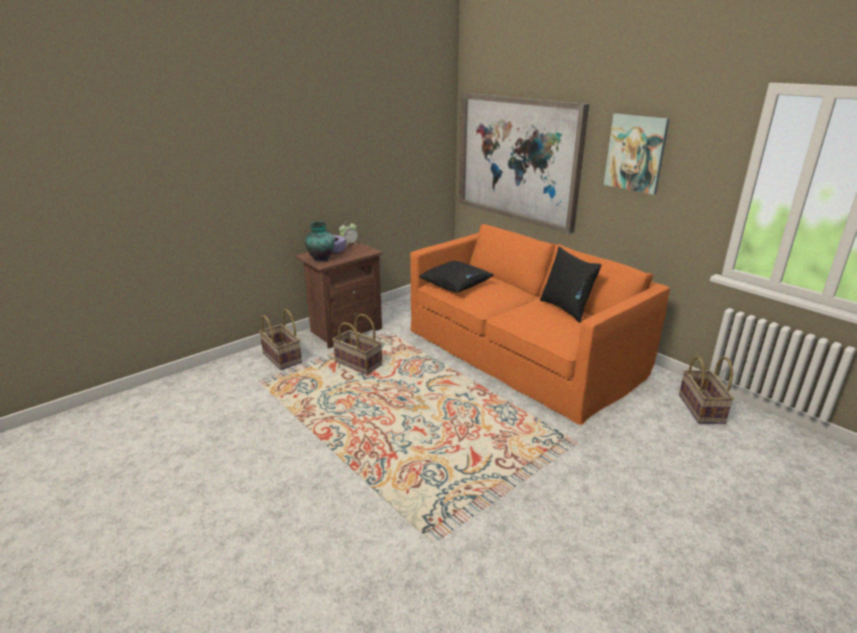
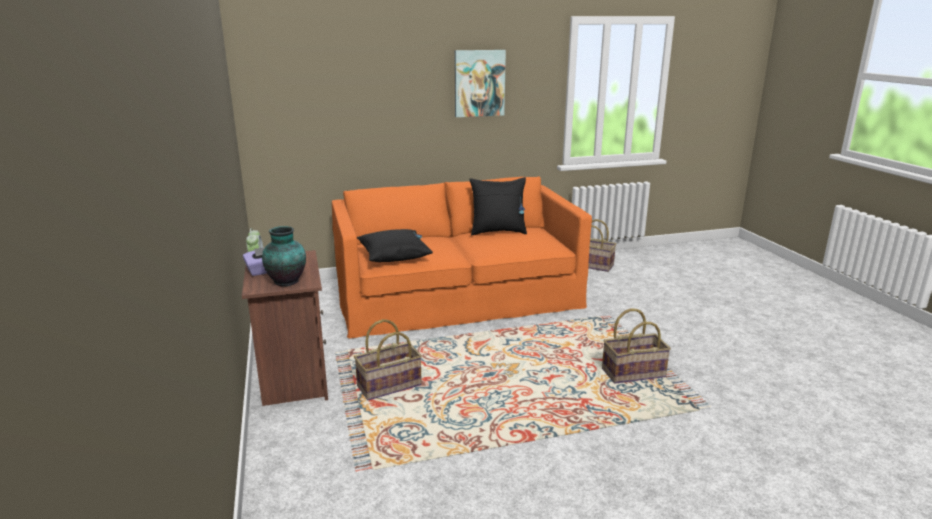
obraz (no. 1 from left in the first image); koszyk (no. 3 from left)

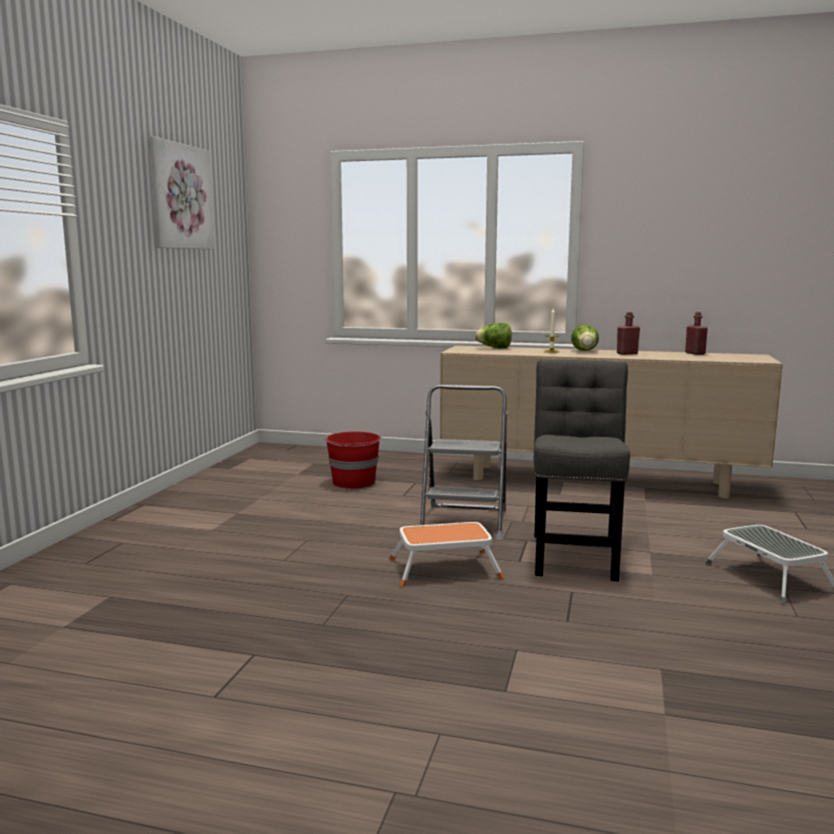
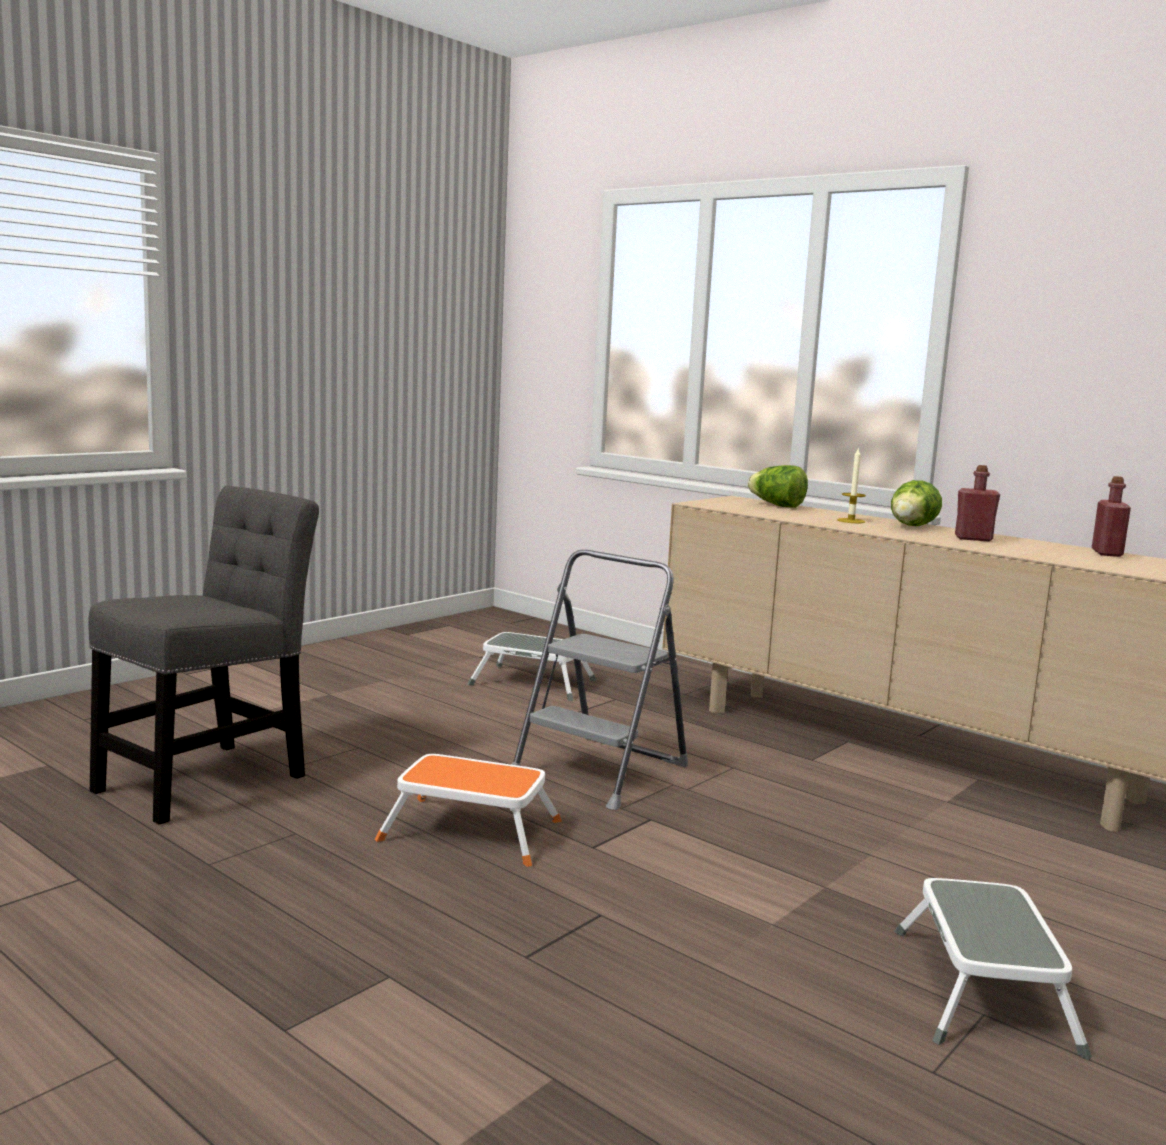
obraz; krzesło/szary; drabinka/szary (no. 1 from left)

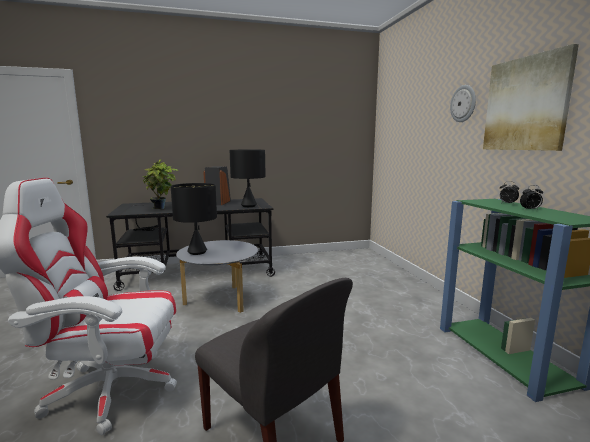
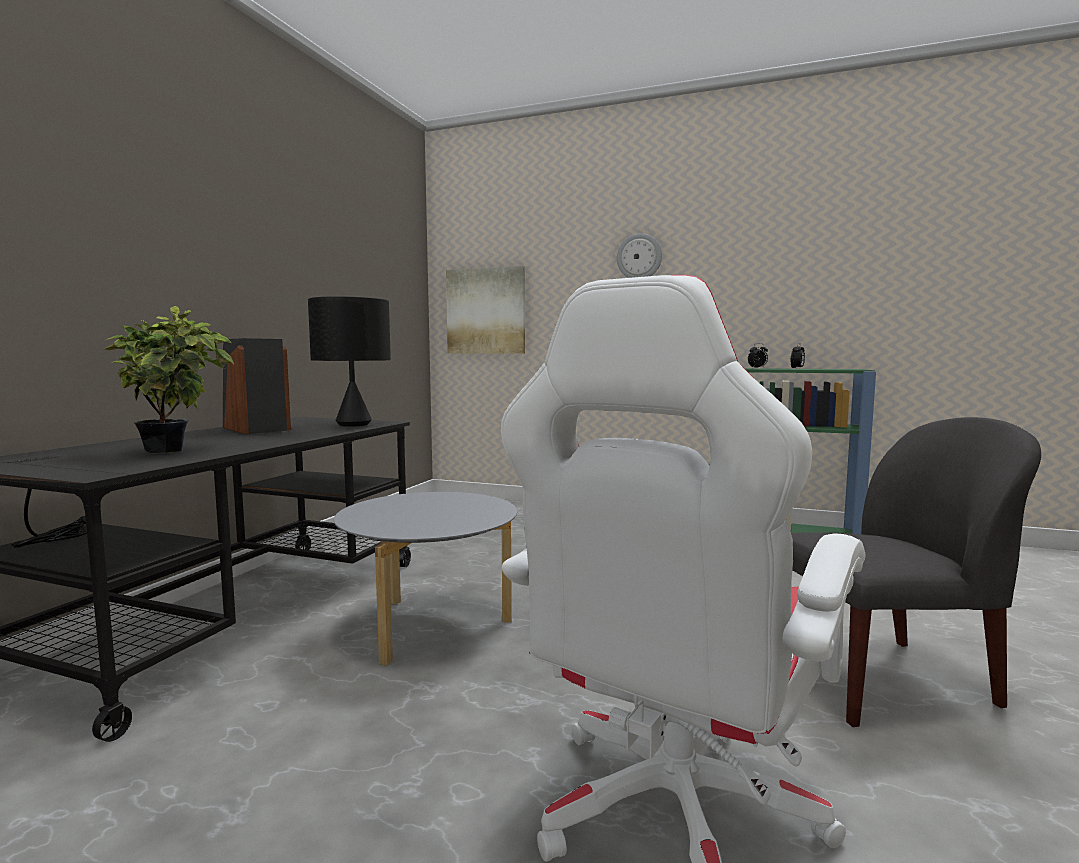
lampa stołowa/czarny (no. 1 from left in the first image); obraz

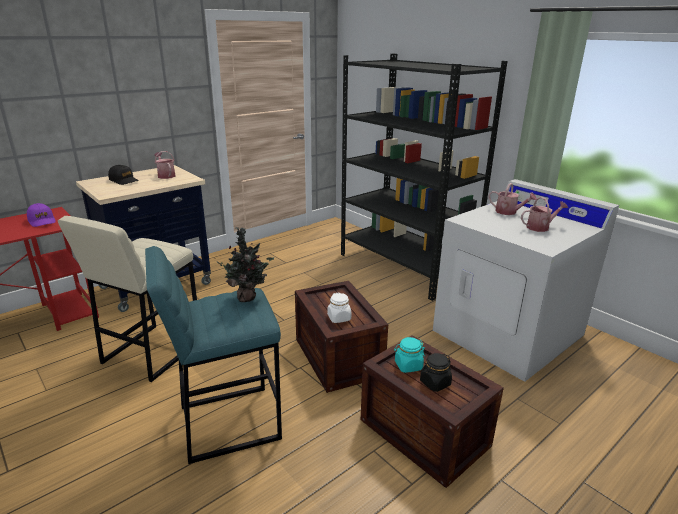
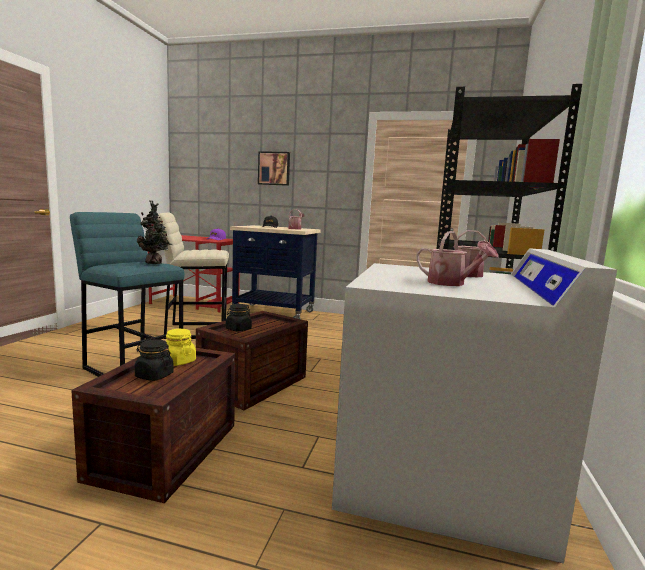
obraz; słoik/czarny (no. 2 from left); słoik/żółty

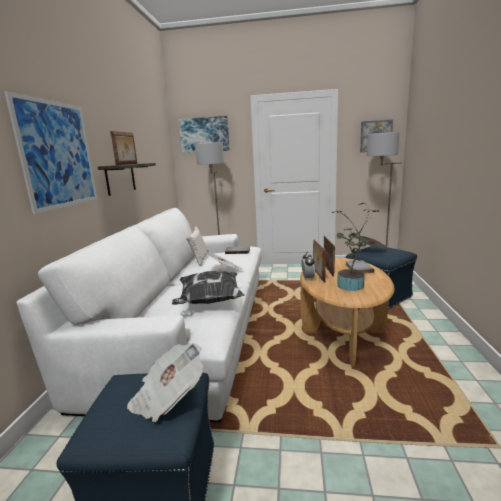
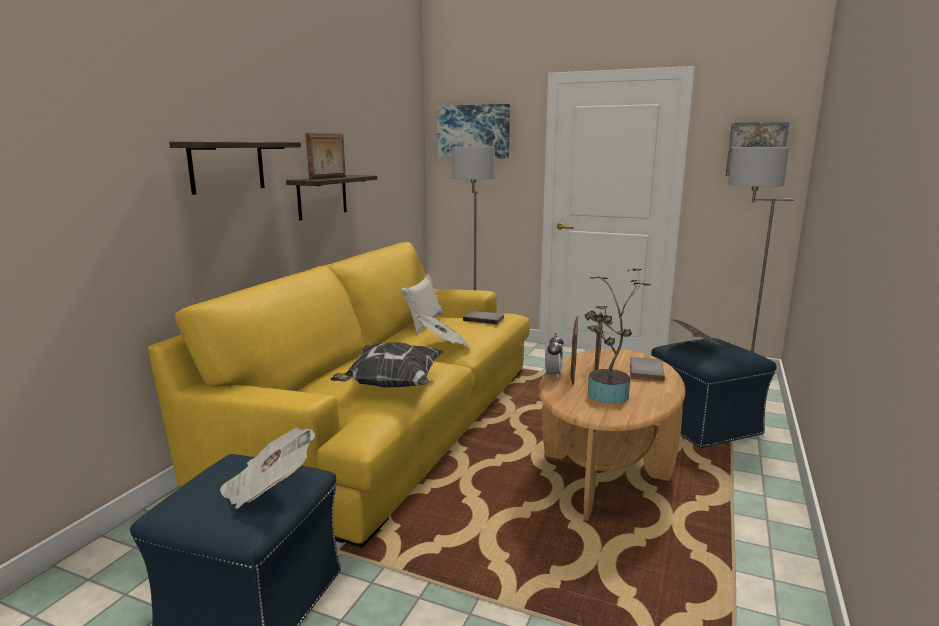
półka (no. 1 from left); kanapa/żółty

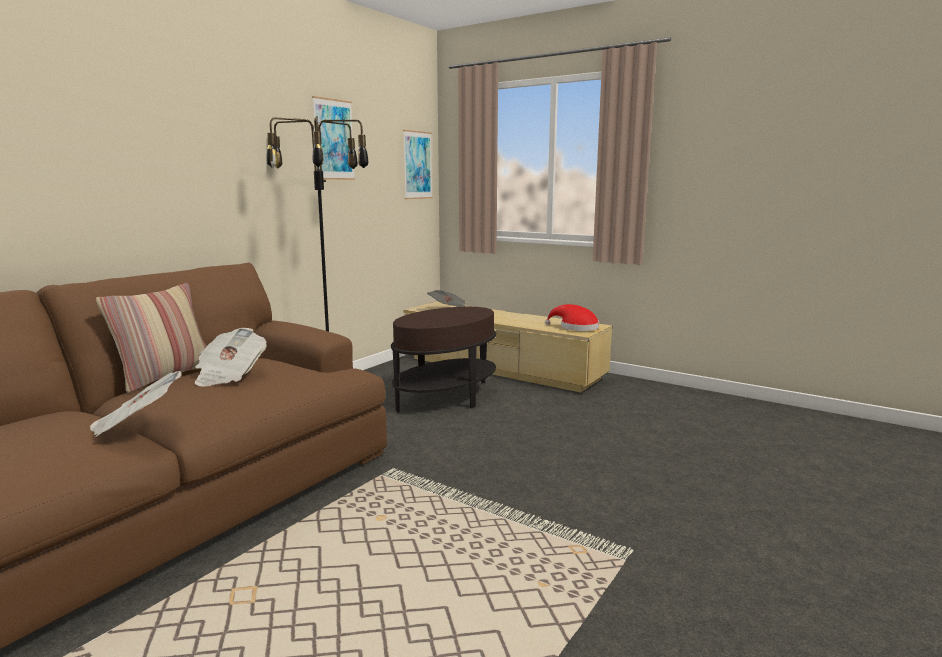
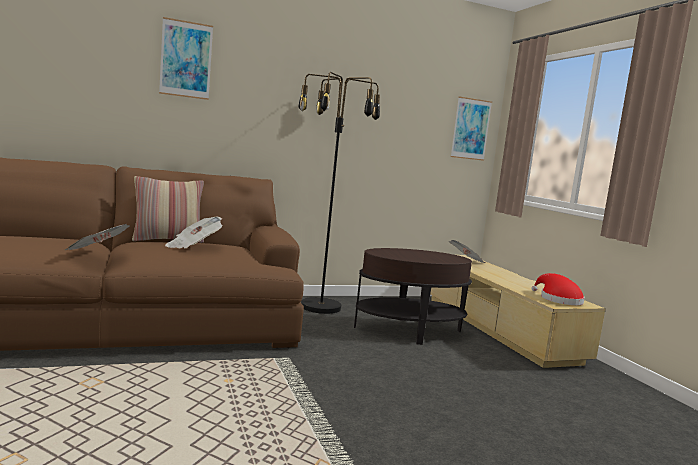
obraz (no. 1 from left)

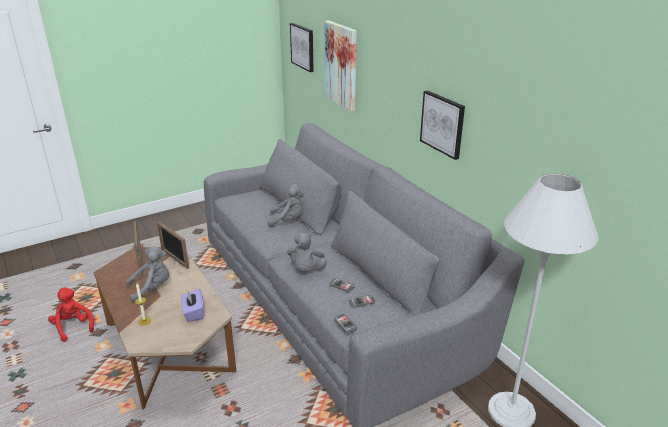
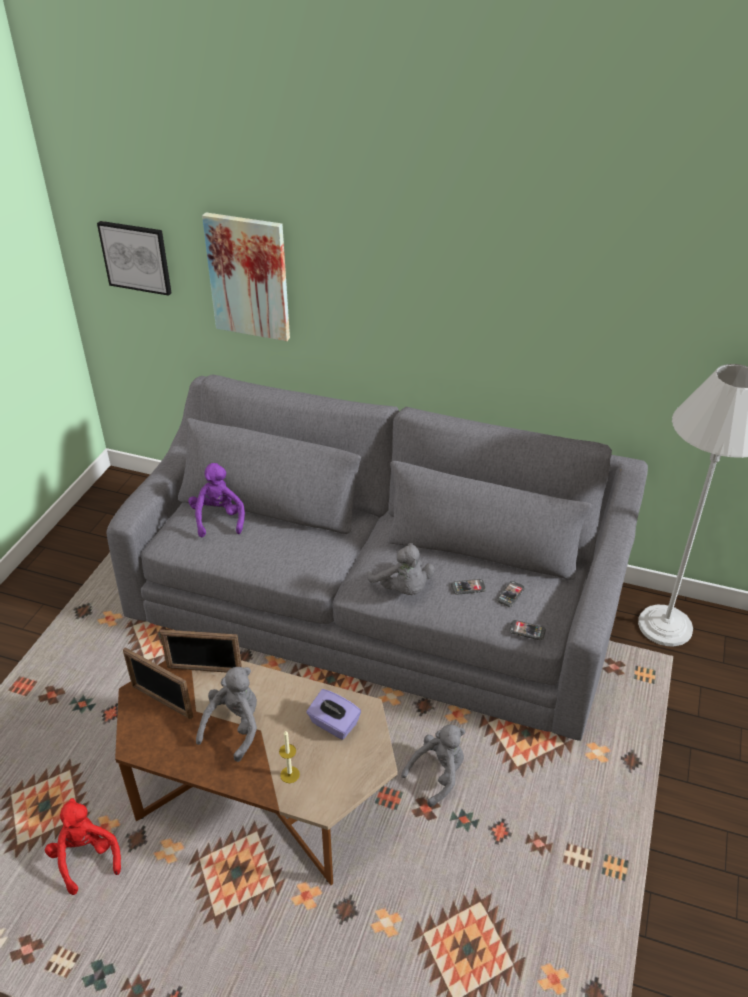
obraz (no. 3 from left in the first image); pluszak/fioletowy; pluszak/szary (no. 3 from left); pluszak/czerwony

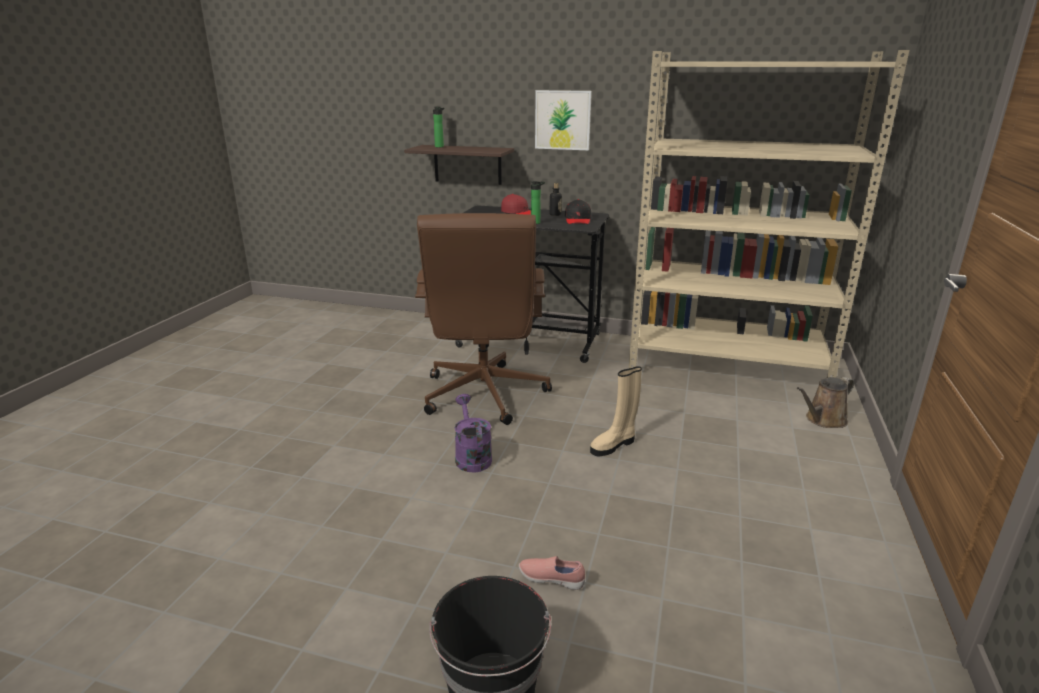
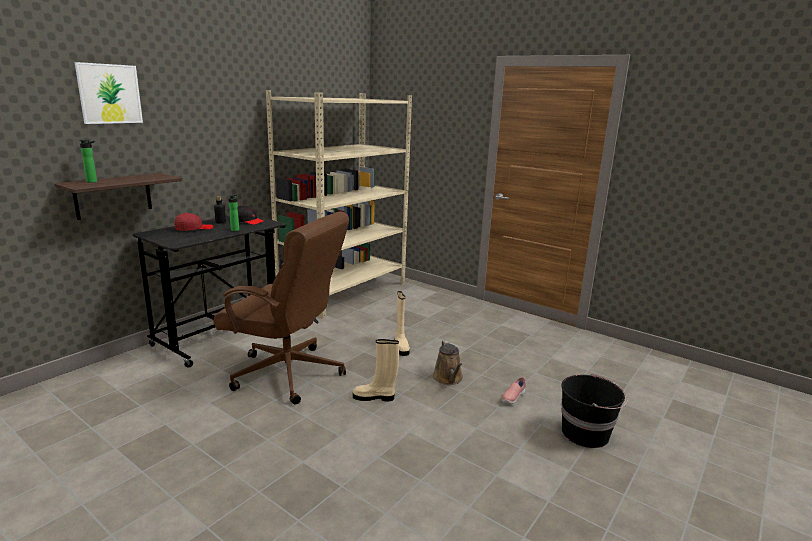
obraz; konewka/brązowy; but z cholewką/beżowy (no. 1 from left)

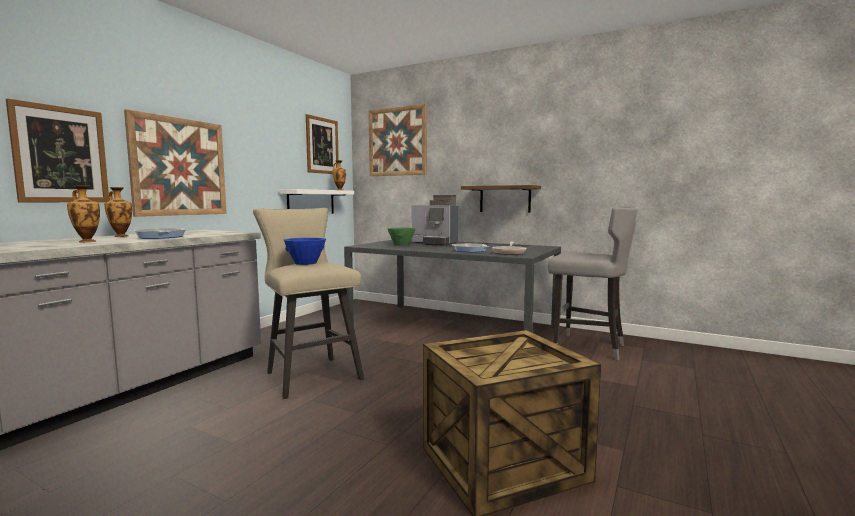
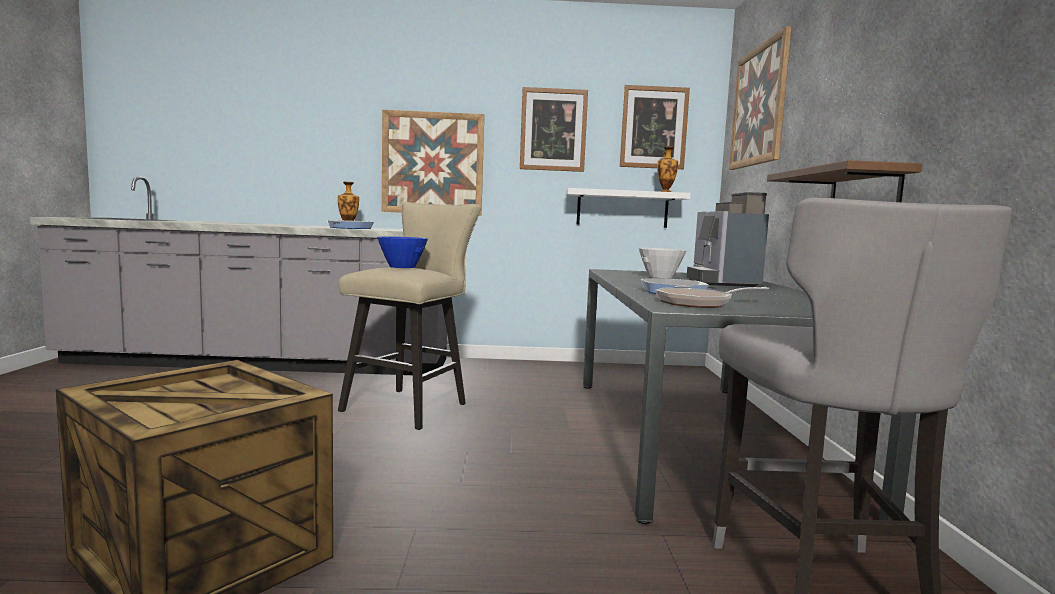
wazon (no. 1 from left in the first image); obraz (no. 2 from left); miska/biały

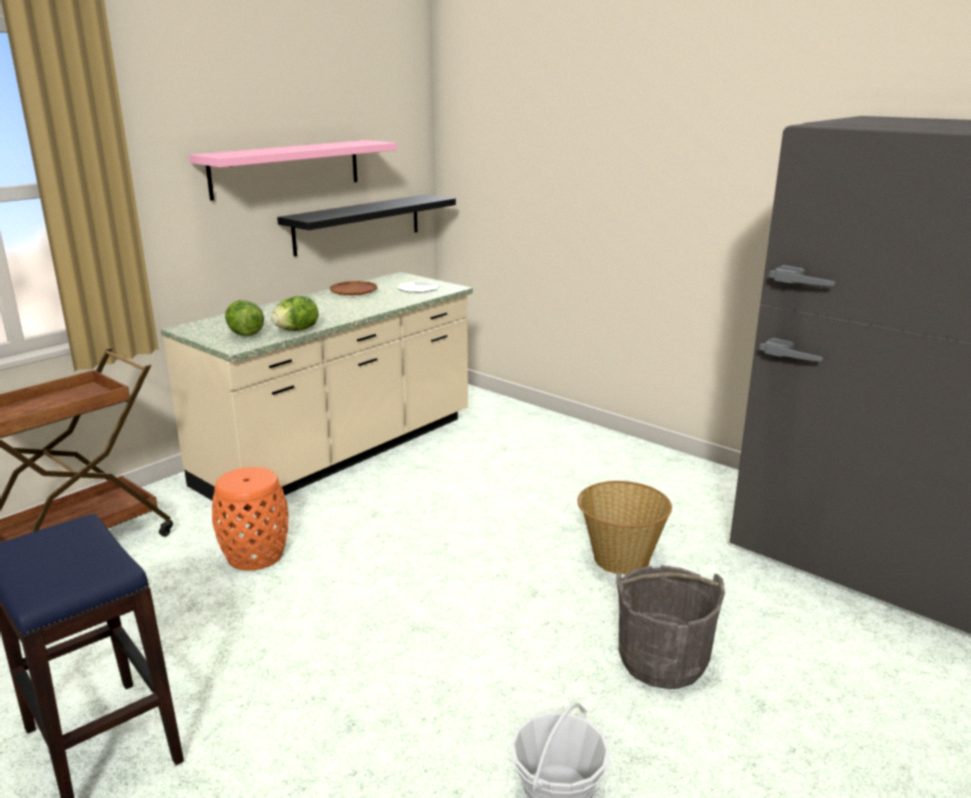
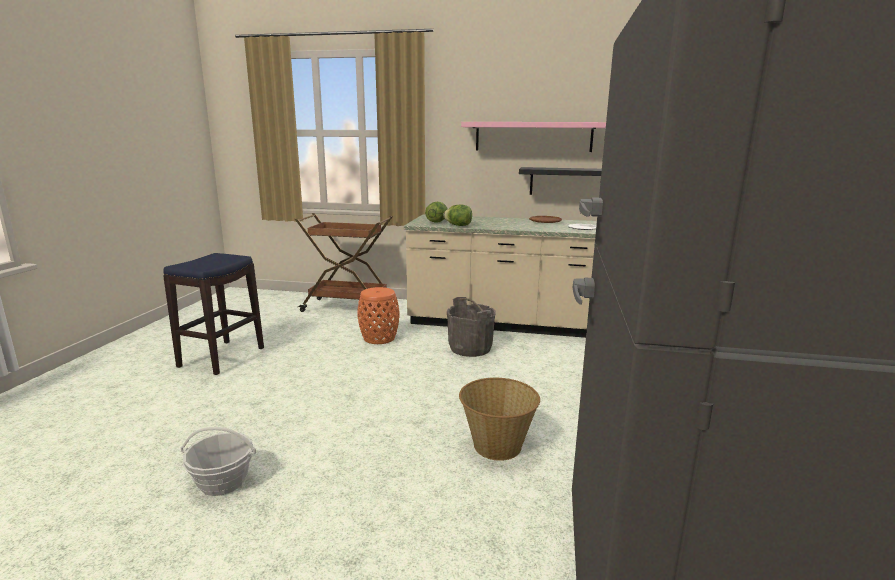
wiadro/szary

